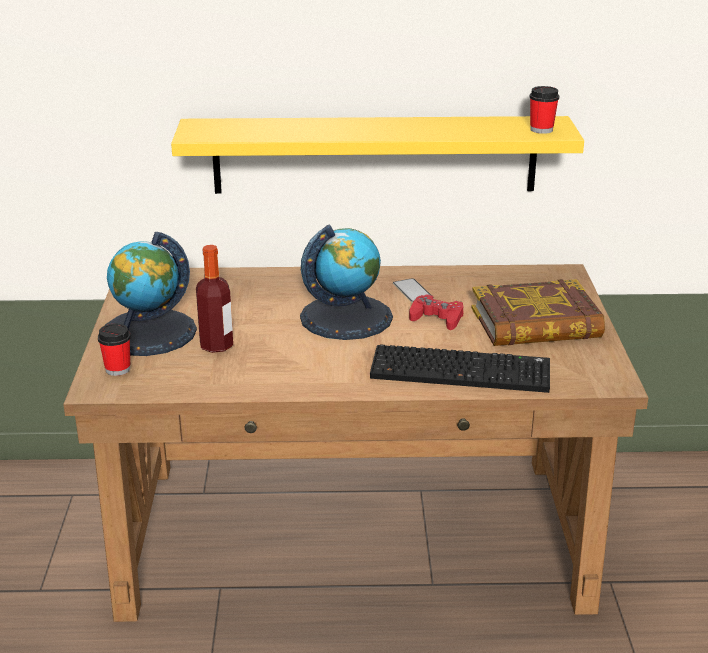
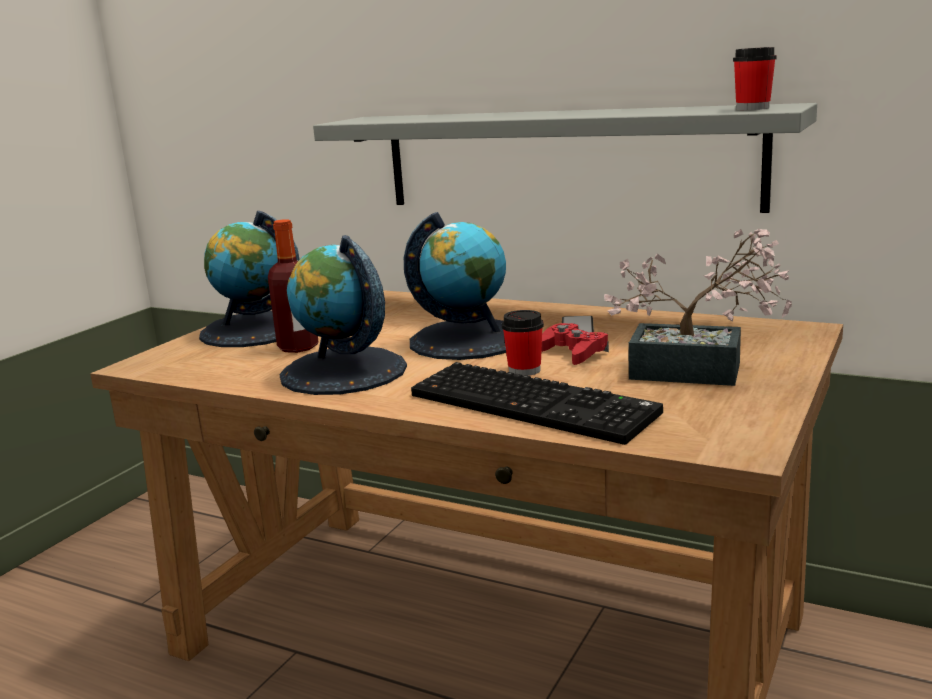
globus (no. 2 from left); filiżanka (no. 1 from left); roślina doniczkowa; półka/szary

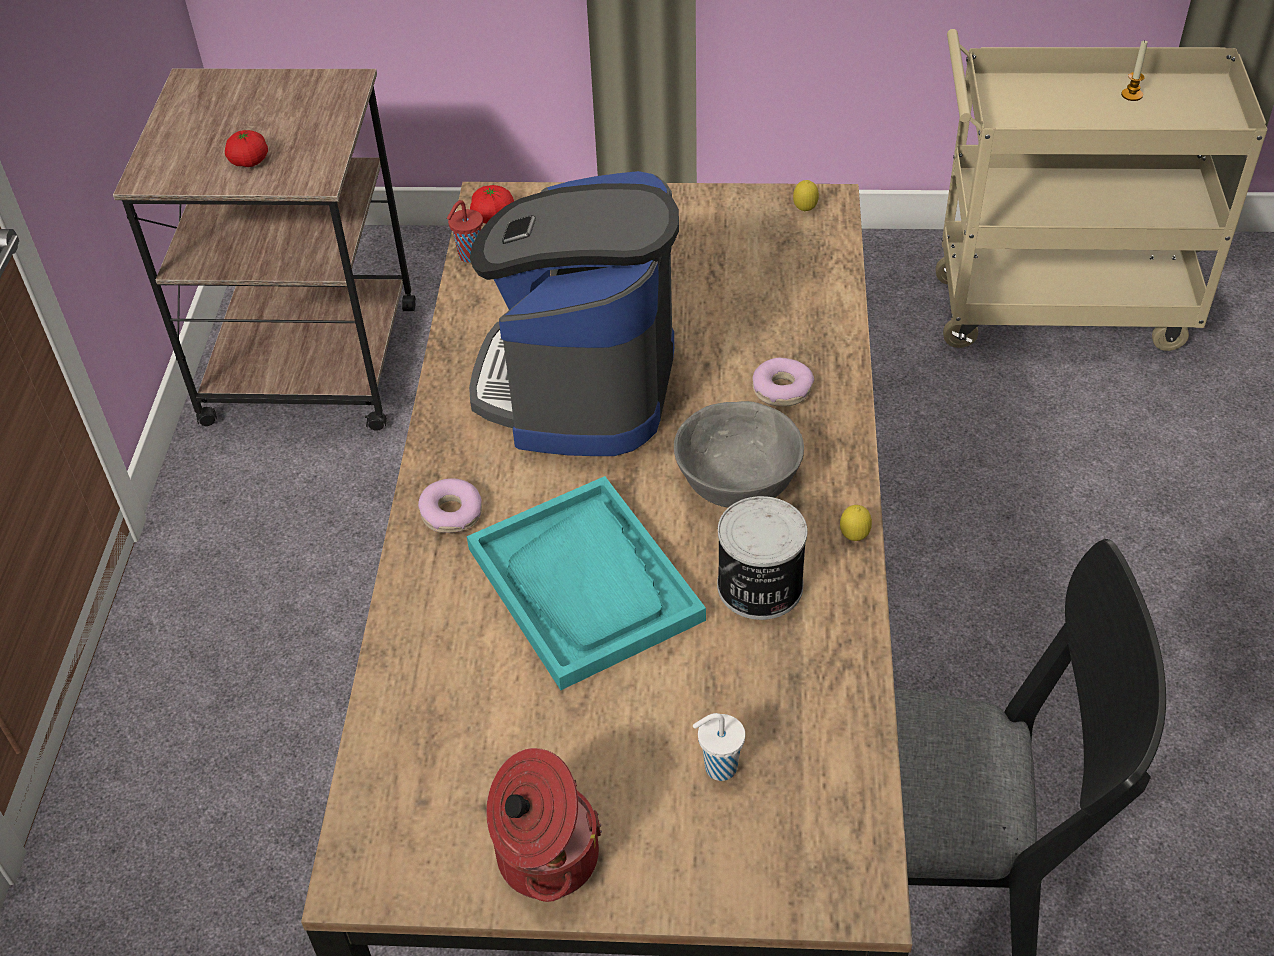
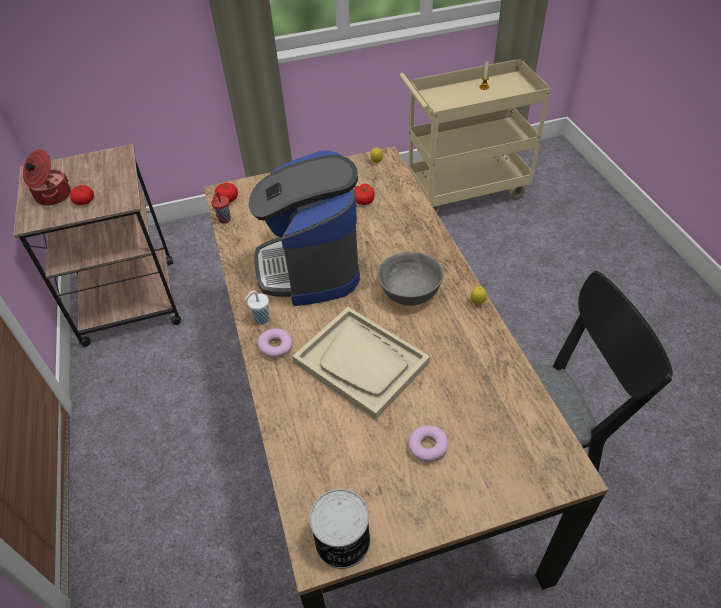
pomidor (no. 3 from left); garnek; filiżanka/biały; puszka; donut (no. 2 from left); taca/beżowy

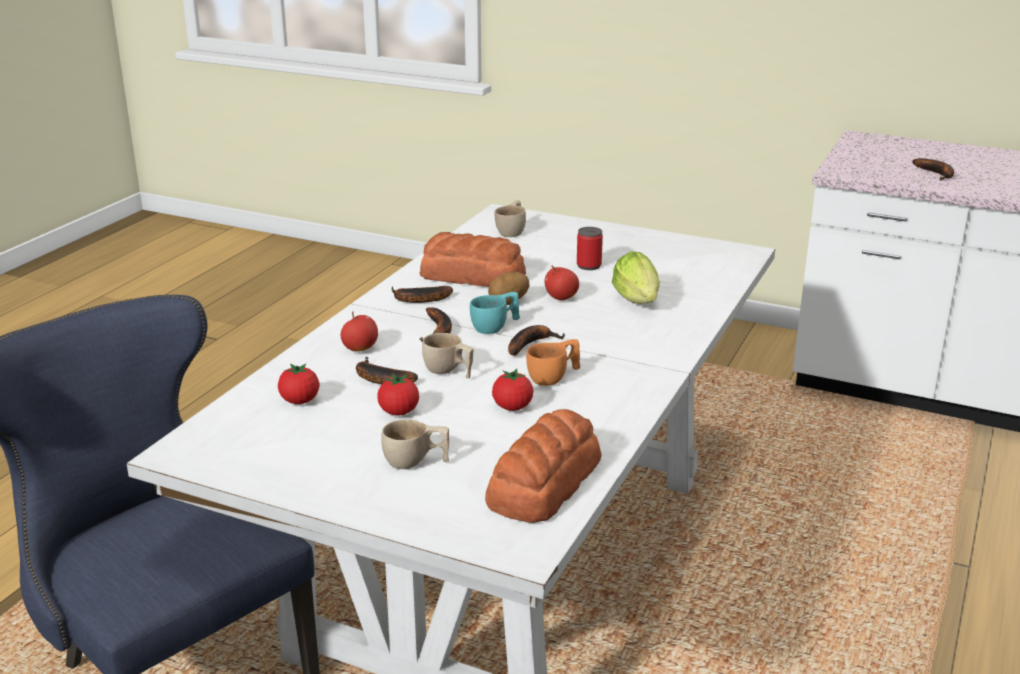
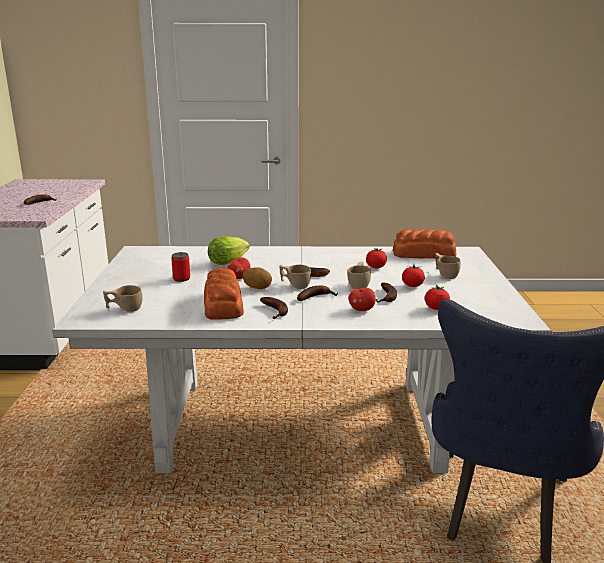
filiżanka/pomarańczowy; filiżanka/beżowy (no. 2 from left)

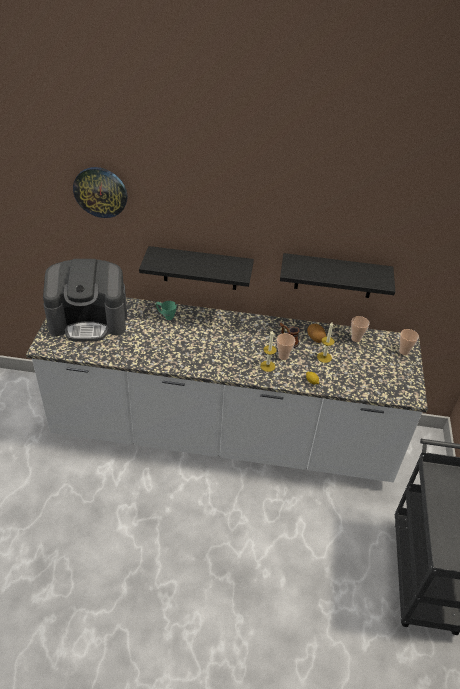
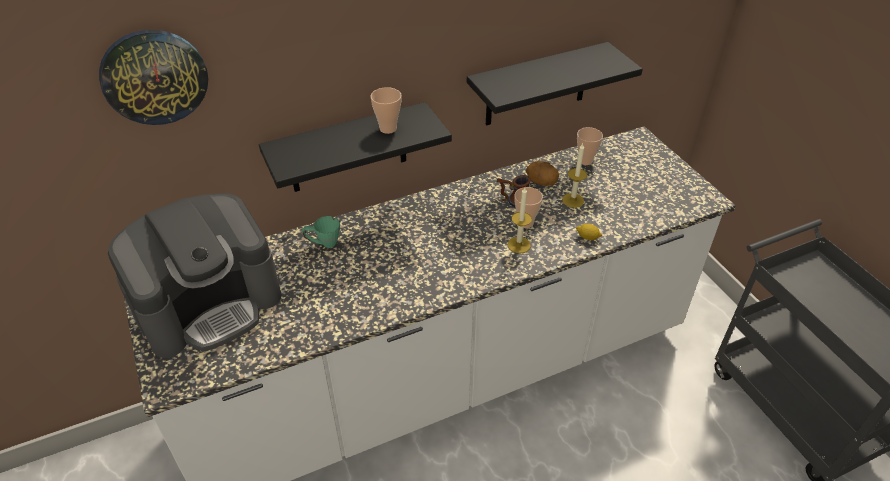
filiżanka (no. 1 from left)

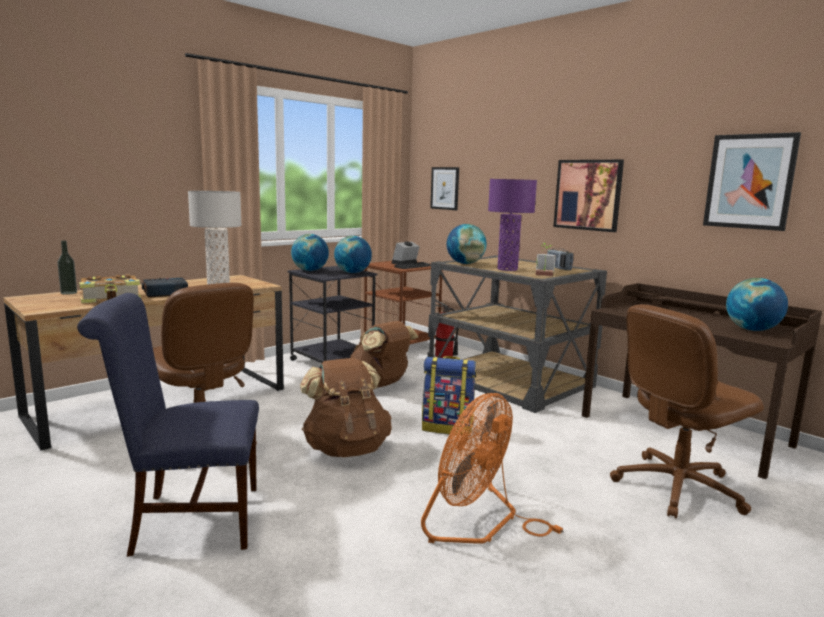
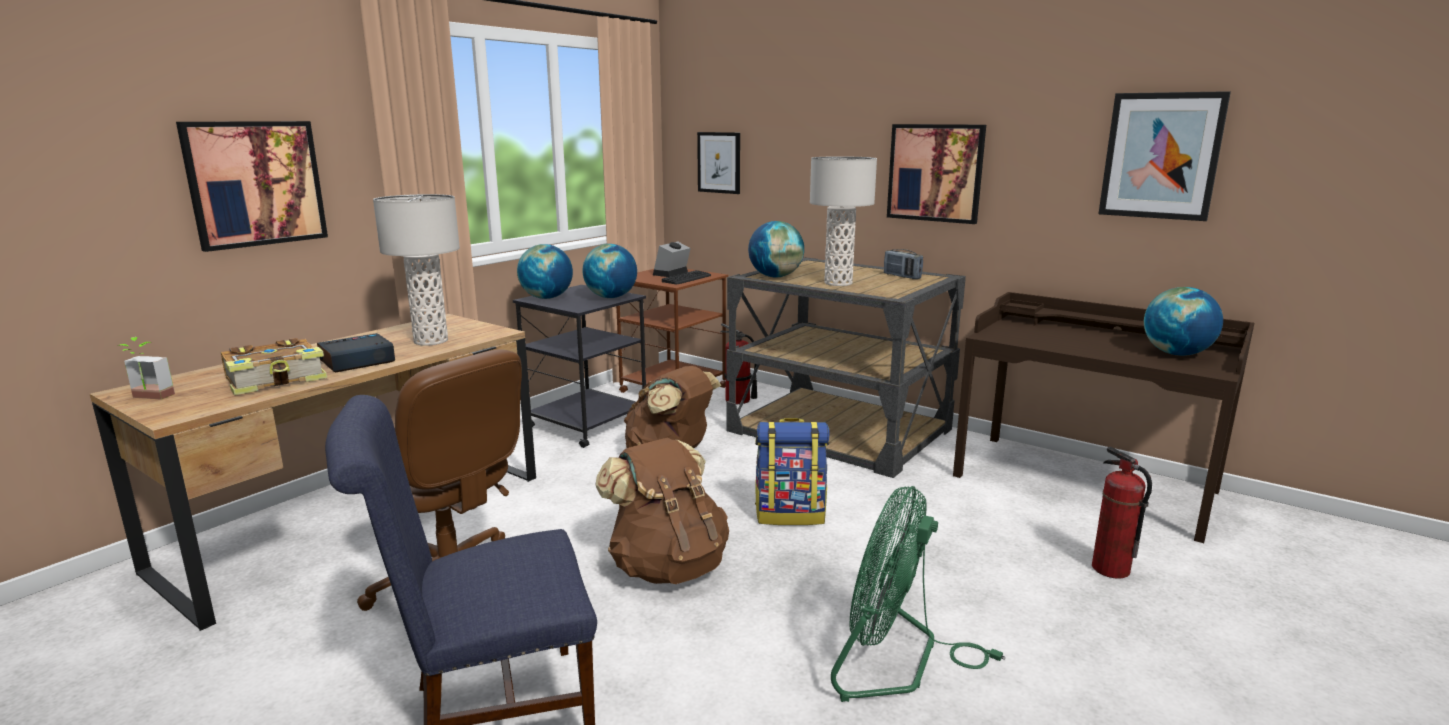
butelka; obraz (no. 1 from left); roślina doniczkowa; gaśnica (no. 2 from left); wentylator/zielony; lampa stołowa/biały (no. 2 from left)

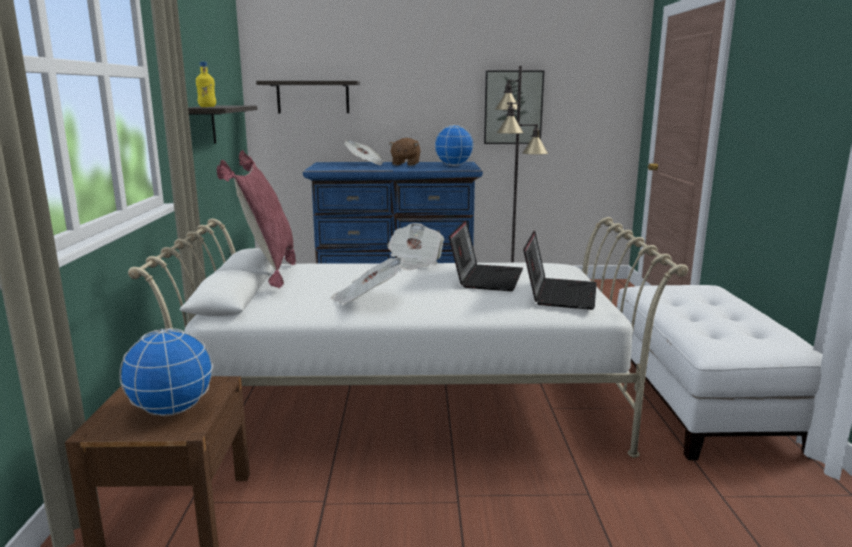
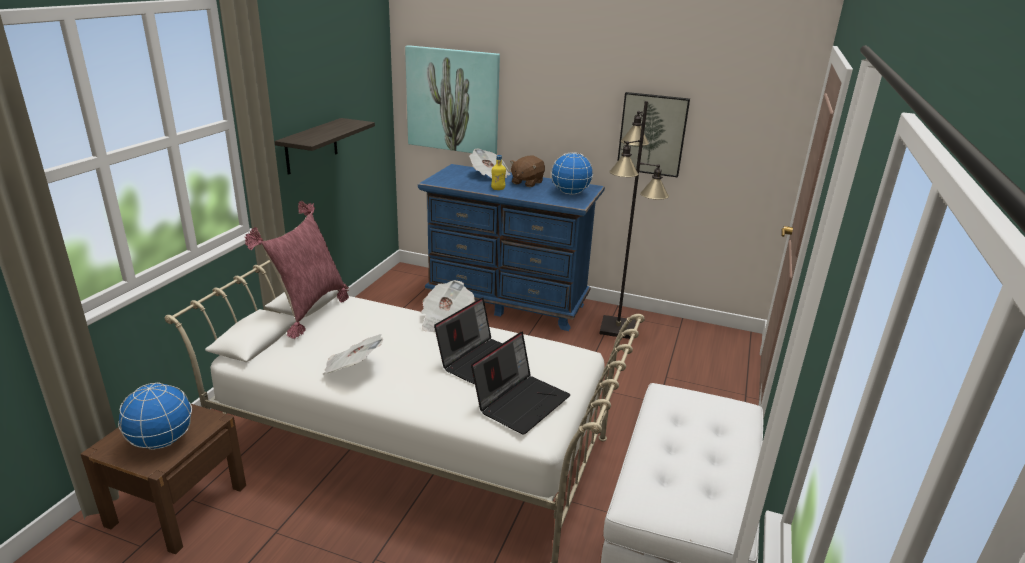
butelka/żółty; obraz (no. 1 from left)

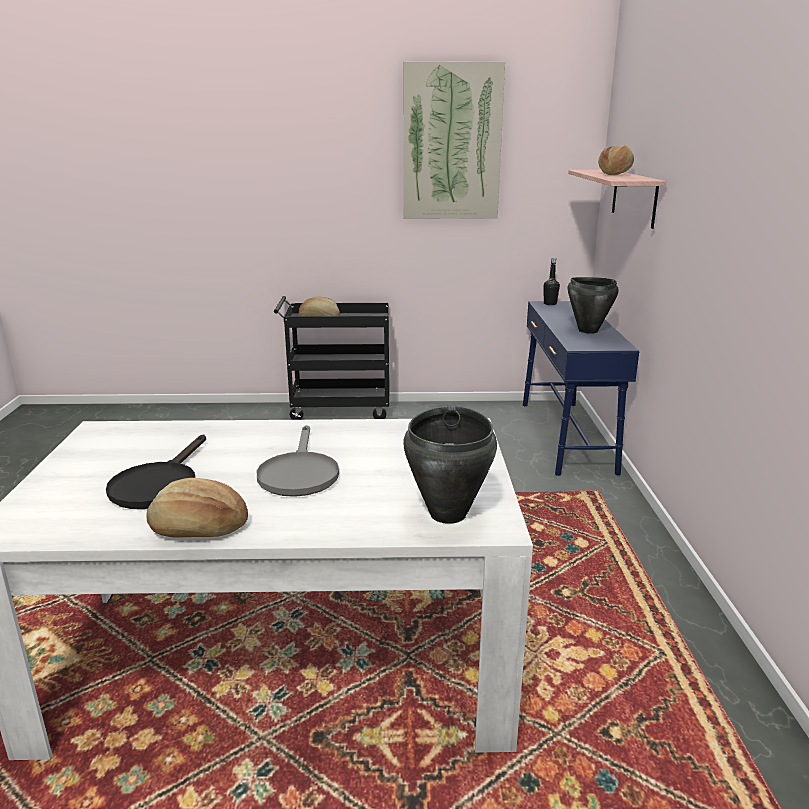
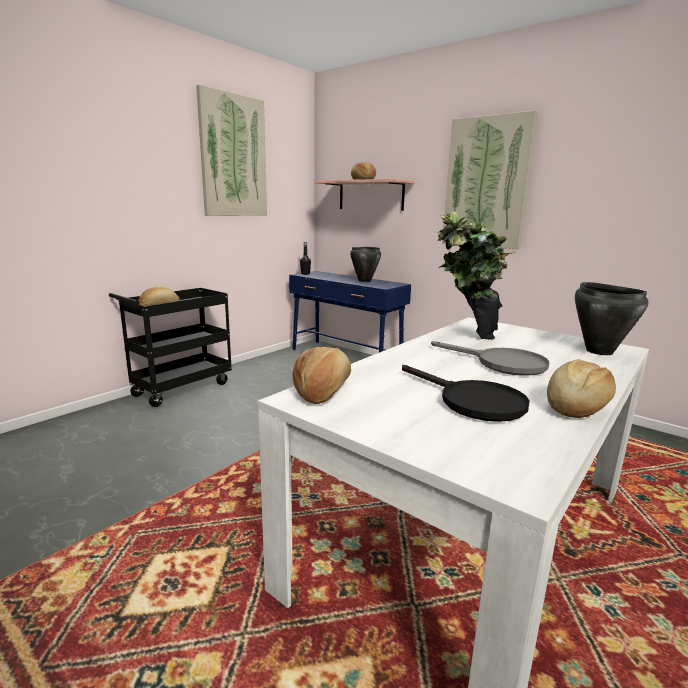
chleb (no. 2 from left); roślina doniczkowa; obraz (no. 2 from left)

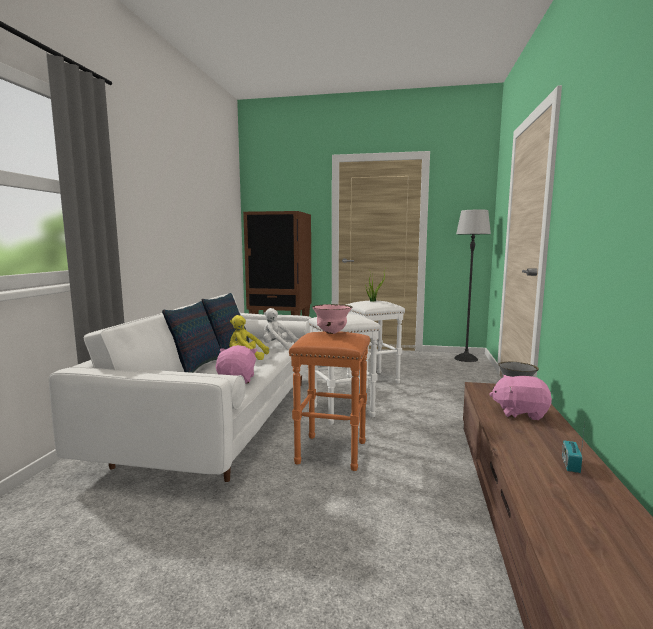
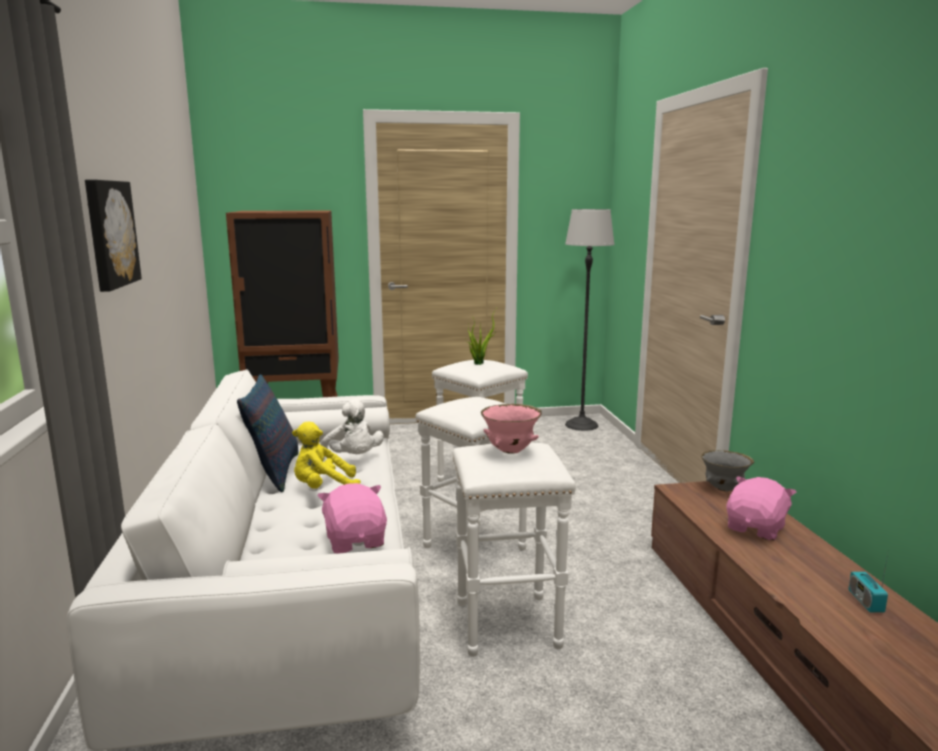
poduszka/niebieski (no. 1 from left in the first image); obraz; stołek/biały (no. 3 from left); pluszak/biały; pluszak/różowy (no. 2 from left)

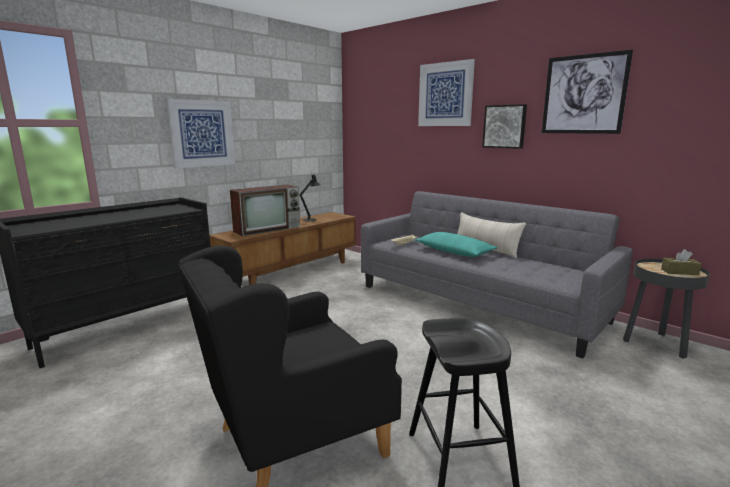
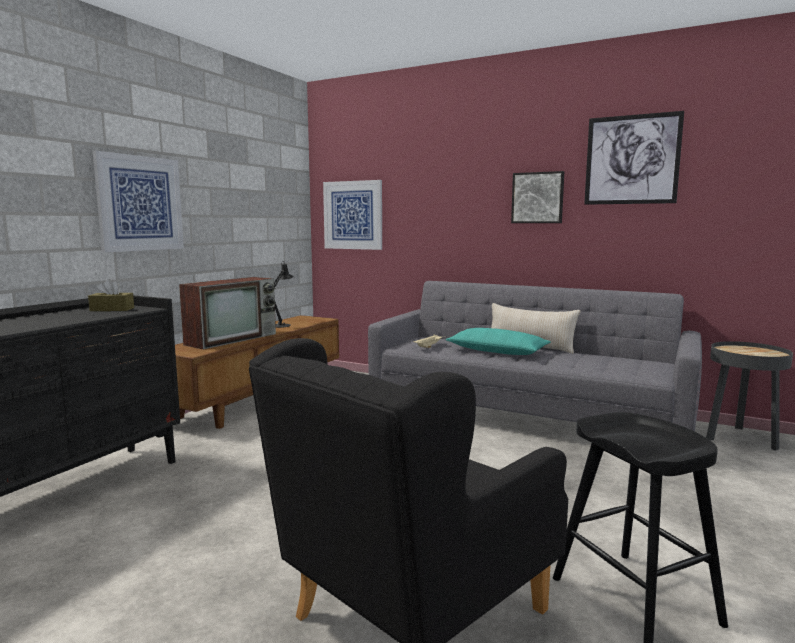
obraz (no. 2 from left); pudełko chusteczek/brązowy

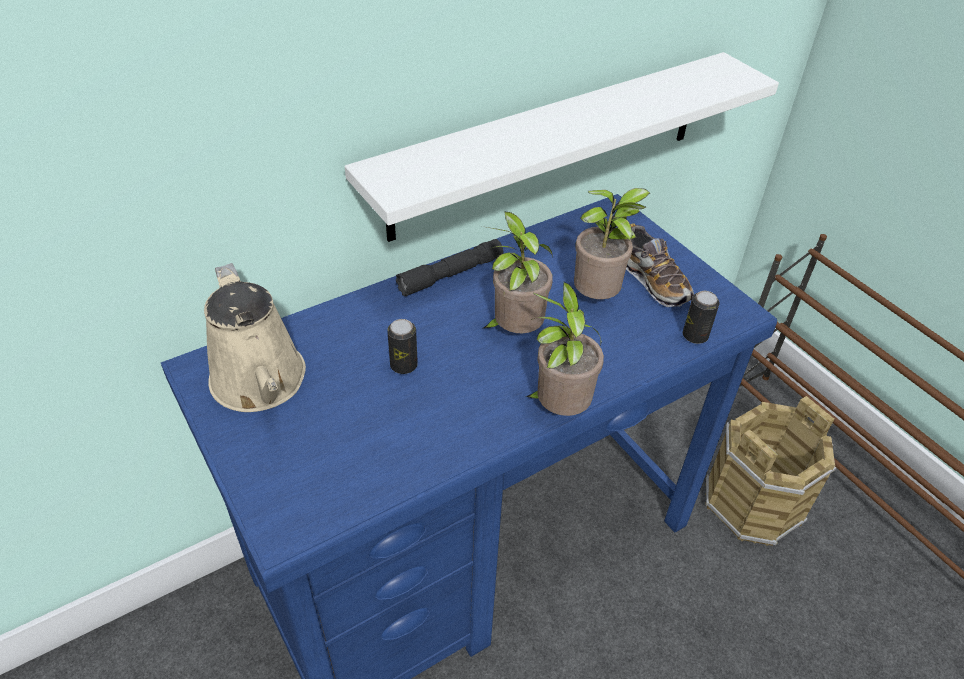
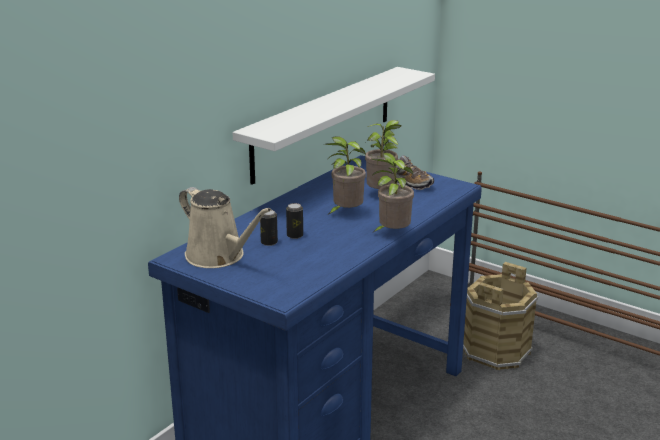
latarka/szary; puszka (no. 1 from left)

